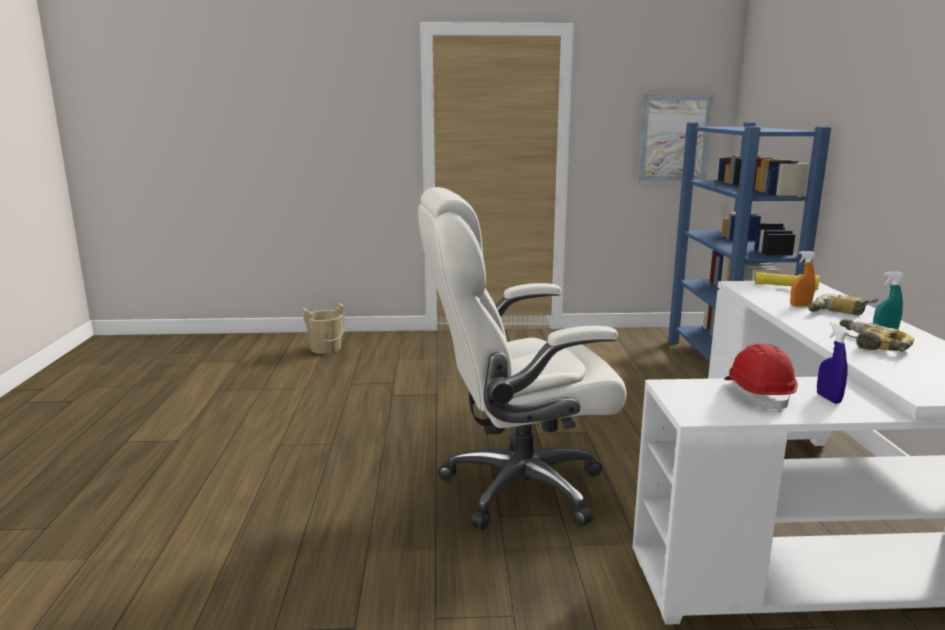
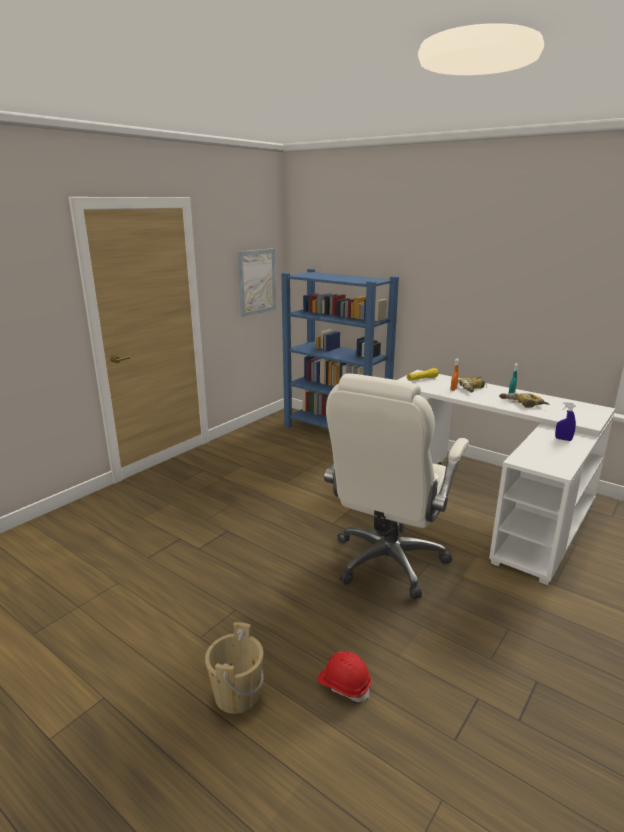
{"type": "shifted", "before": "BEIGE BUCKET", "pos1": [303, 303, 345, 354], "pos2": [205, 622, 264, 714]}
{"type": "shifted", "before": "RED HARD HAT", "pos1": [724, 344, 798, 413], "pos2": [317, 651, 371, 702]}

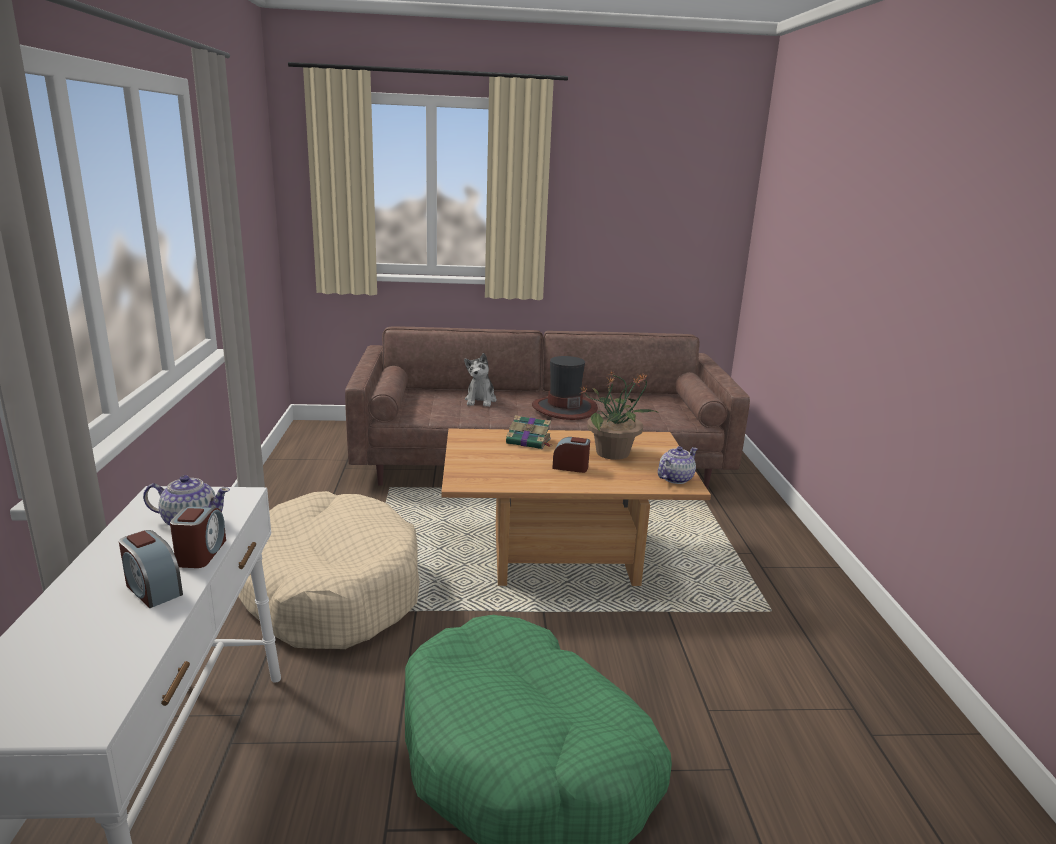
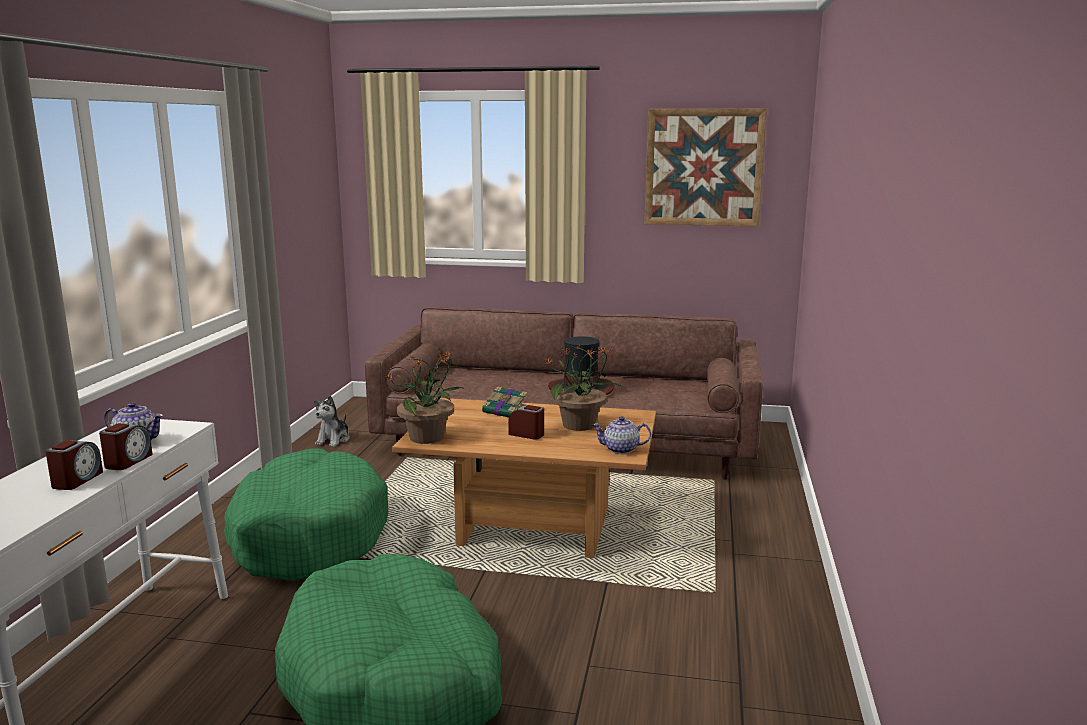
{"type": "new", "after": "POTTED PLANT", "pos2": [385, 350, 465, 444]}
{"type": "new", "after": "PICTURE", "pos2": [645, 108, 767, 227]}
{"type": "shifted", "before": "PLUSH TOY", "pos1": [464, 353, 497, 407], "pos2": [314, 396, 350, 447]}
{"type": "repainted", "before": "BEIGE DOG BED", "after": "GREEN DOG BED", "pos1": [238, 491, 420, 649], "pos2": [224, 448, 389, 581]}
{"type": "rotated", "before": "ALARM CLOCK", "pos1": [119, 530, 183, 608], "pos2": [45, 440, 103, 490], "turn": -135}
{"type": "rotated", "before": "TEAPOT", "pos1": [658, 446, 697, 484], "pos2": [592, 416, 651, 454], "turn": -150}

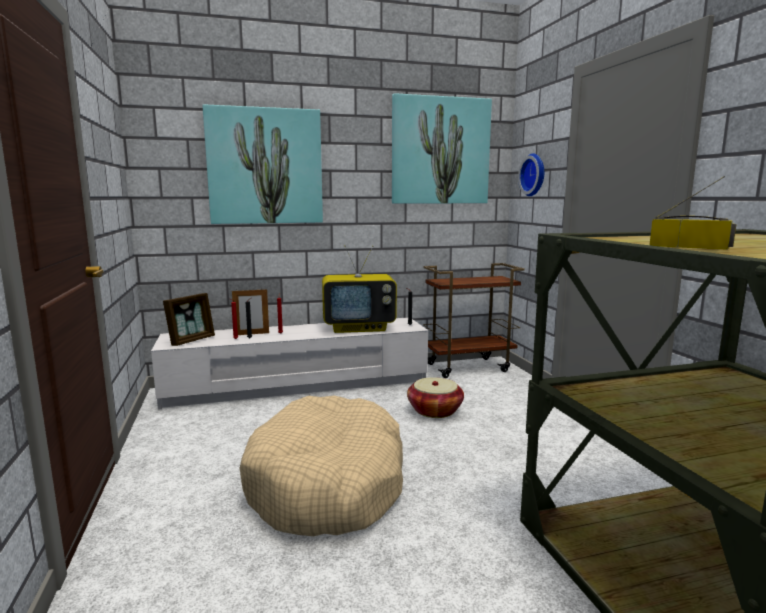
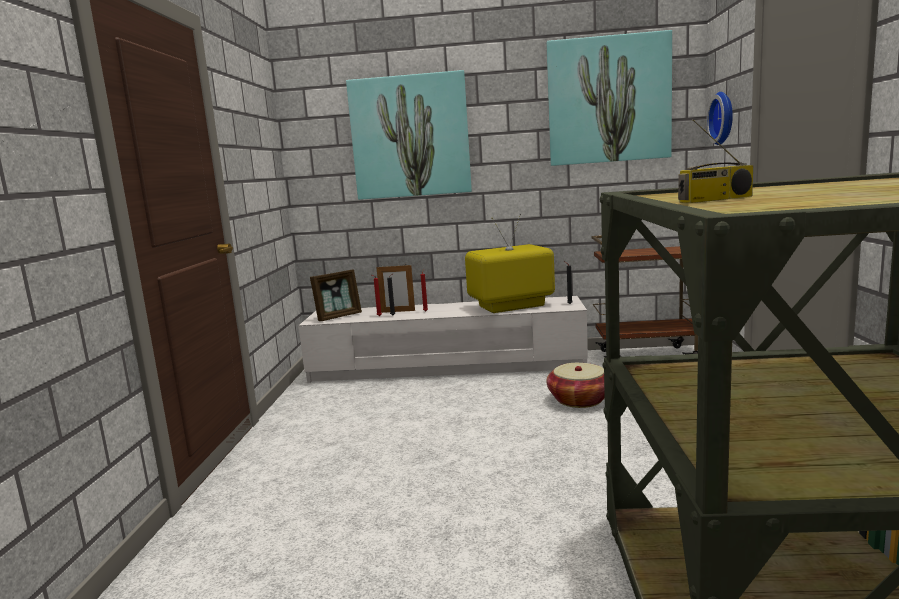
{"type": "gone", "before": "BEIGE DOG BED", "pos1": [240, 396, 403, 536]}
{"type": "rotated", "before": "TELEVISION", "pos1": [322, 245, 397, 333], "pos2": [465, 213, 555, 313], "turn": 150}
{"type": "rotated", "before": "RADIO", "pos1": [650, 176, 736, 250], "pos2": [678, 119, 753, 203], "turn": 105}

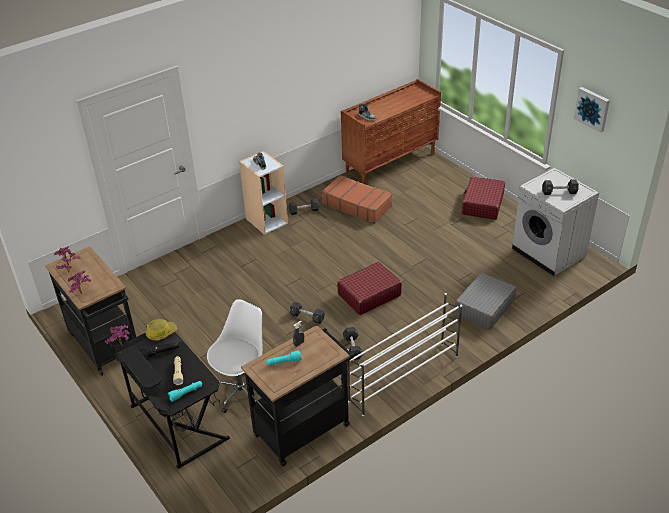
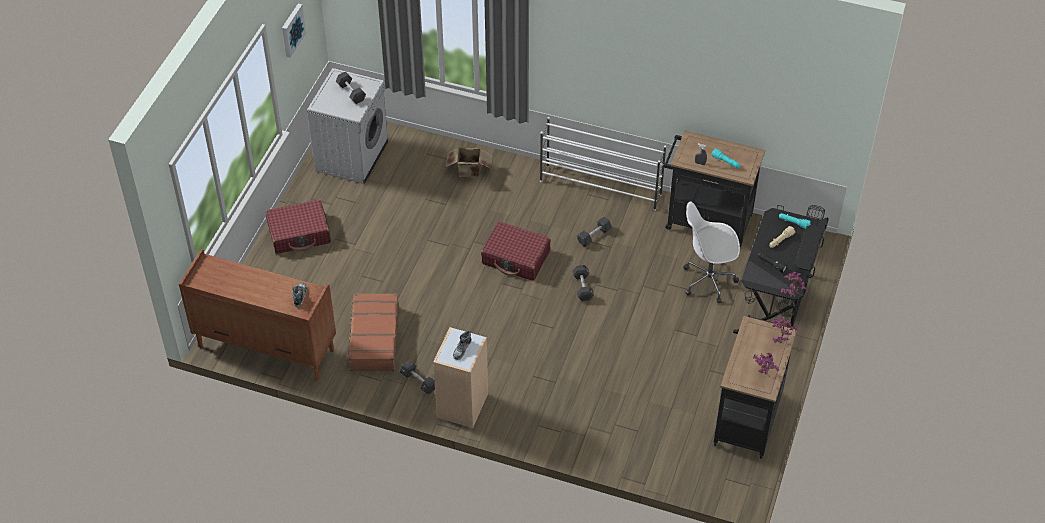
{"type": "gone", "before": "HARD HAT", "pos1": [146, 319, 177, 341]}
{"type": "swapped", "before": "GREY SUITCASE", "after": "CARDBOARD BOX", "pos1": [455, 273, 516, 330], "pos2": [446, 147, 493, 178]}

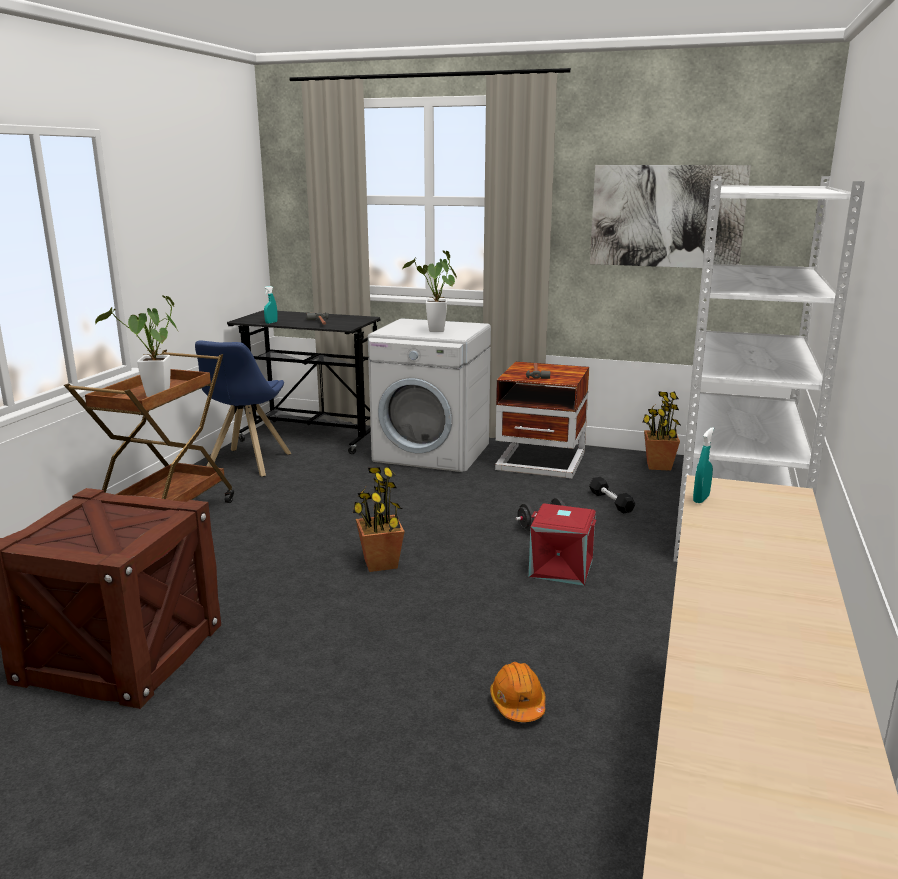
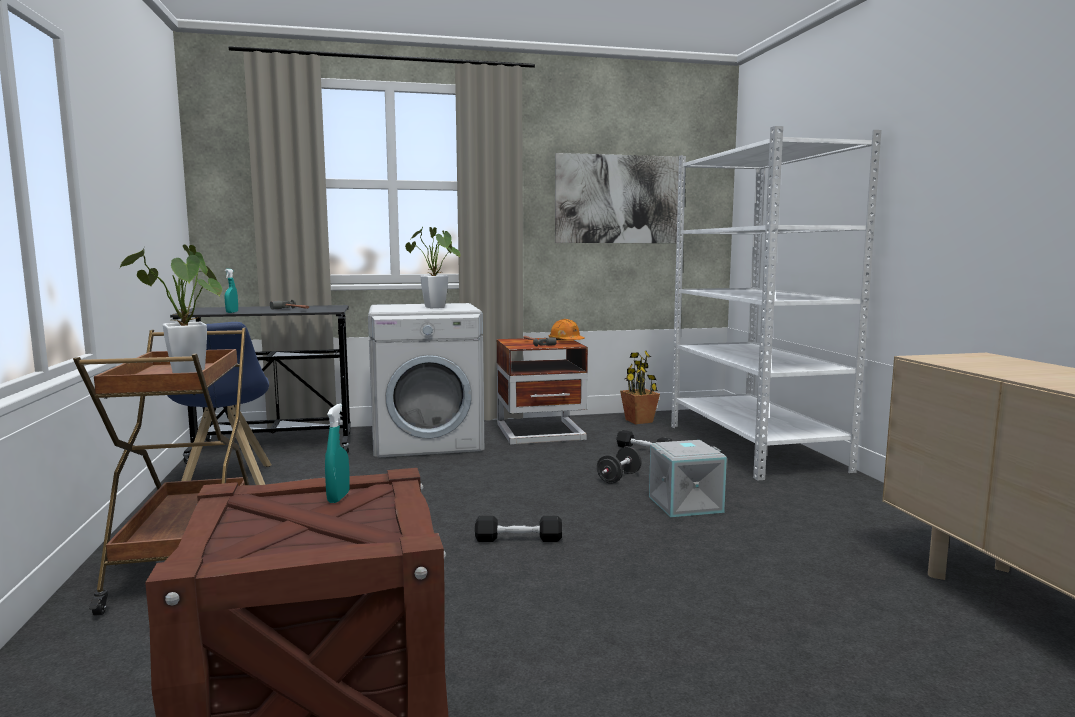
{"type": "shifted", "before": "ORANGE HARD HAT", "pos1": [490, 662, 546, 722], "pos2": [549, 319, 585, 340]}
{"type": "shifted", "before": "TURQUOISE SPRAY BOTTLE", "pos1": [693, 427, 714, 503], "pos2": [325, 404, 350, 503]}
{"type": "swapped", "before": "POTTED PLANT", "after": "BLACK DUMBBELL", "pos1": [353, 466, 405, 572], "pos2": [475, 516, 562, 542]}
{"type": "repainted", "before": "RED STORAGE BOX", "after": "GREY STORAGE BOX", "pos1": [529, 503, 596, 585], "pos2": [649, 440, 727, 517]}

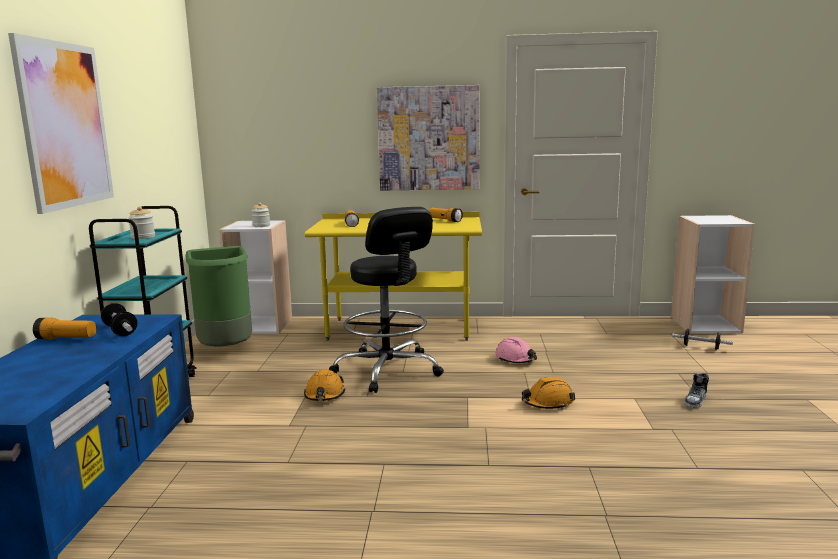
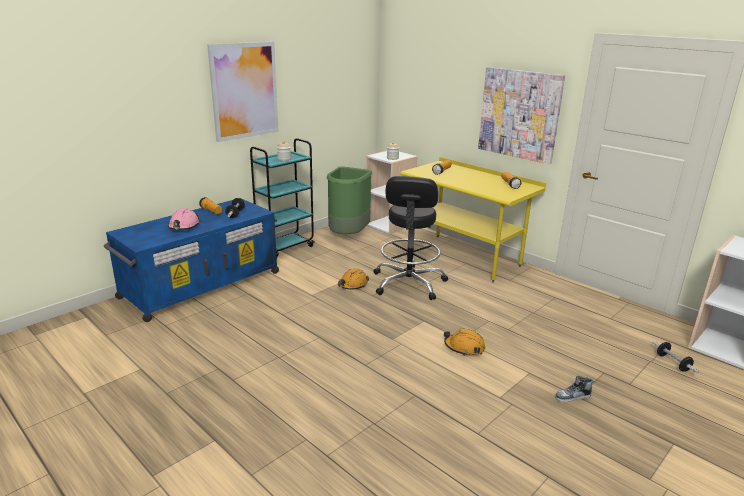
{"type": "shifted", "before": "PINK HARD HAT", "pos1": [495, 337, 537, 363], "pos2": [168, 208, 199, 230]}

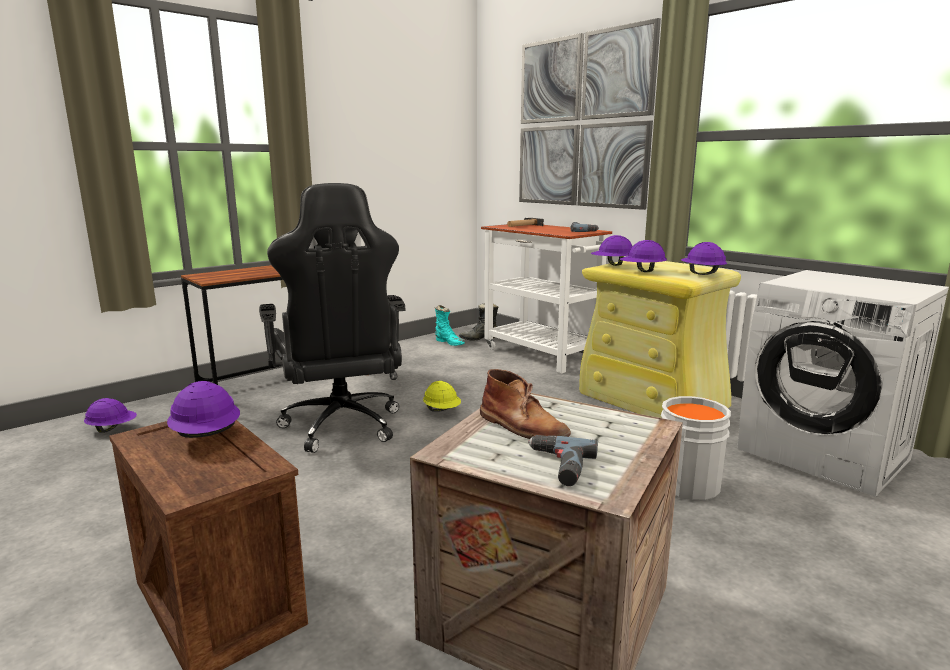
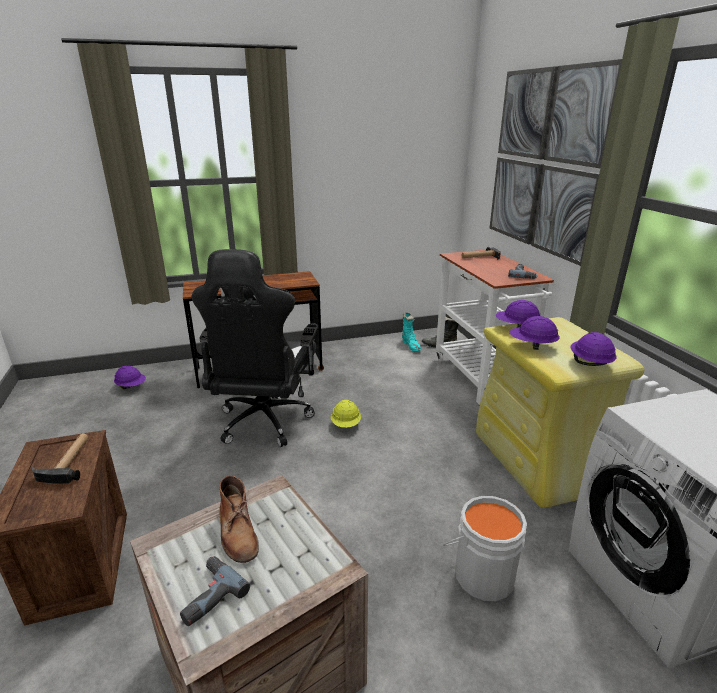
{"type": "swapped", "before": "PURPLE HARD HAT", "after": "HAMMER", "pos1": [167, 381, 240, 438], "pos2": [32, 433, 88, 484]}

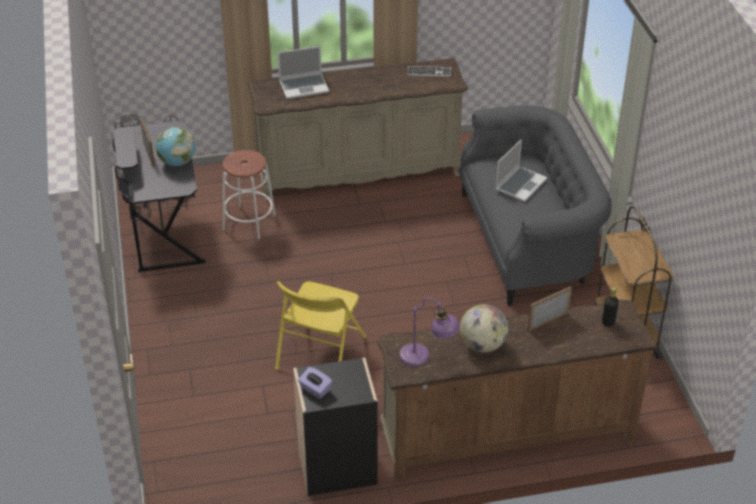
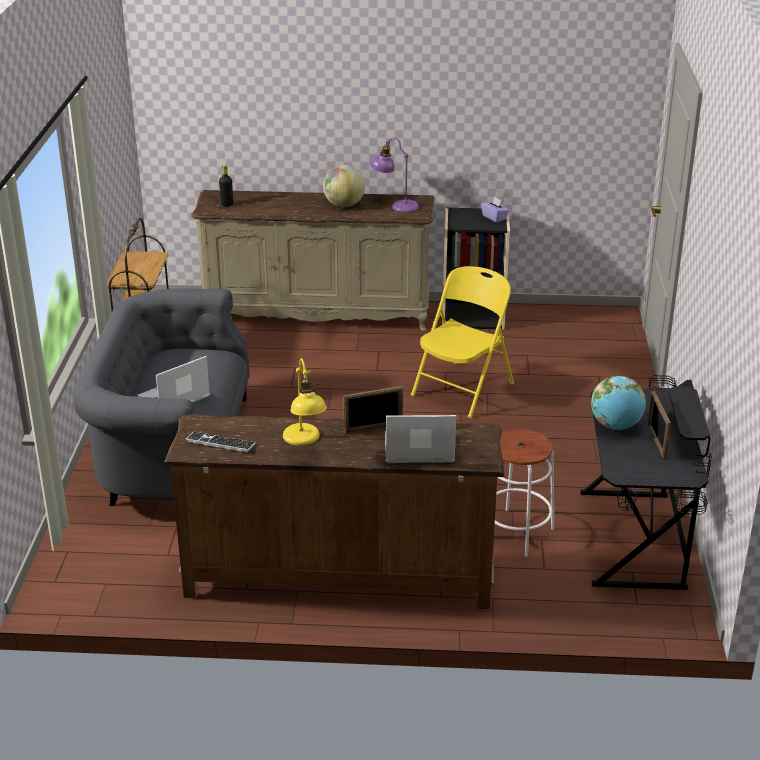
{"type": "new", "after": "YELLOW TABLE LAMP", "pos2": [283, 358, 327, 446]}
{"type": "shifted", "before": "PICTURE FRAME", "pos1": [528, 286, 572, 331], "pos2": [343, 386, 403, 433]}

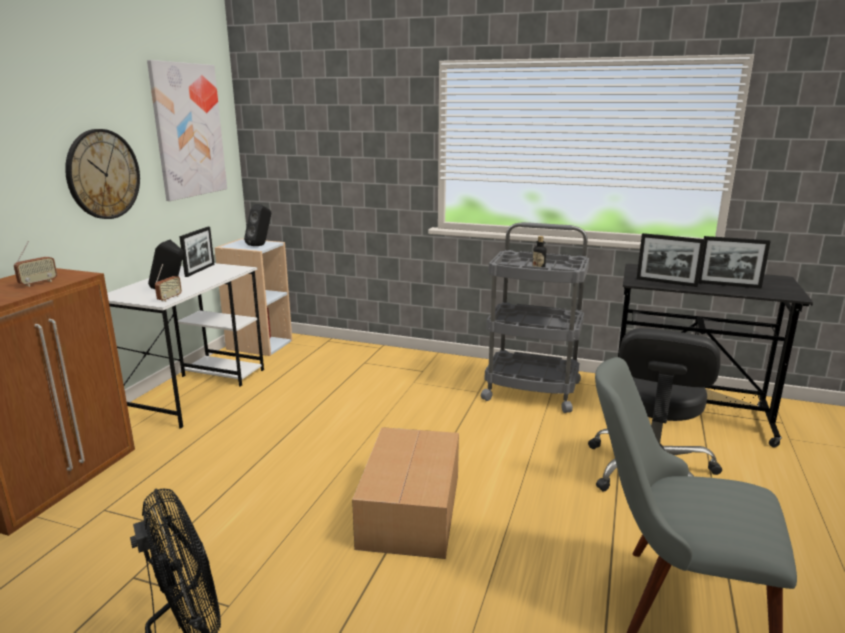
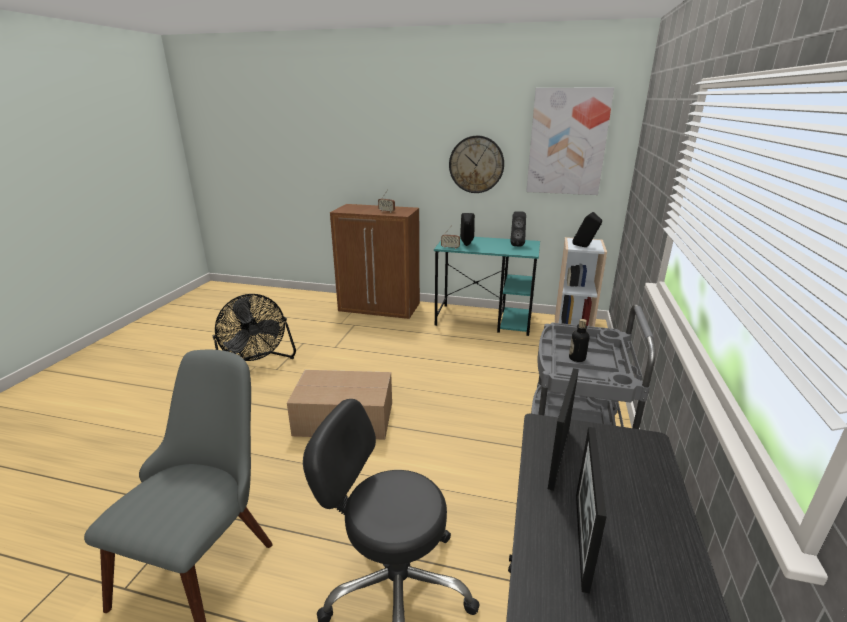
{"type": "swapped", "before": "PICTURE FRAME", "after": "BLACK SPEAKER", "pos1": [179, 227, 214, 277], "pos2": [511, 211, 526, 246]}
{"type": "repainted", "before": "WHITE DESK", "after": "TURQUOISE DESK", "pos1": [107, 263, 264, 429], "pos2": [434, 237, 540, 336]}

